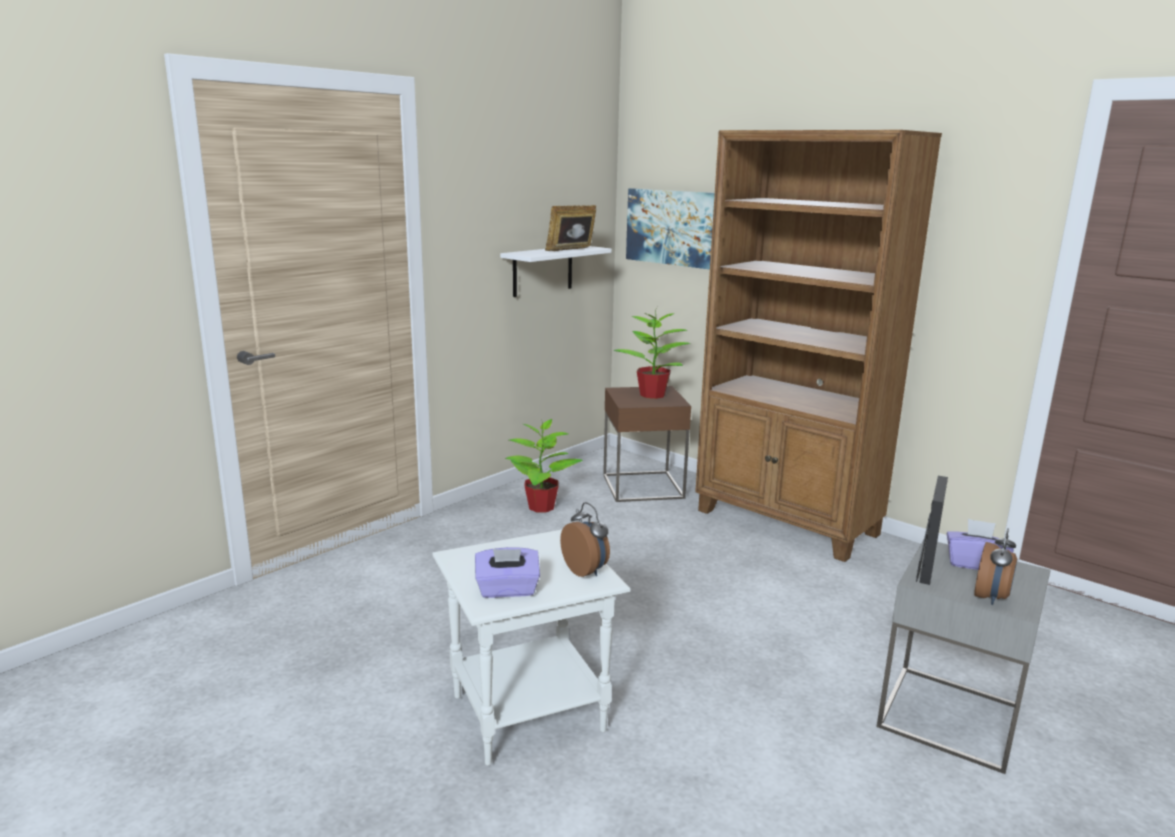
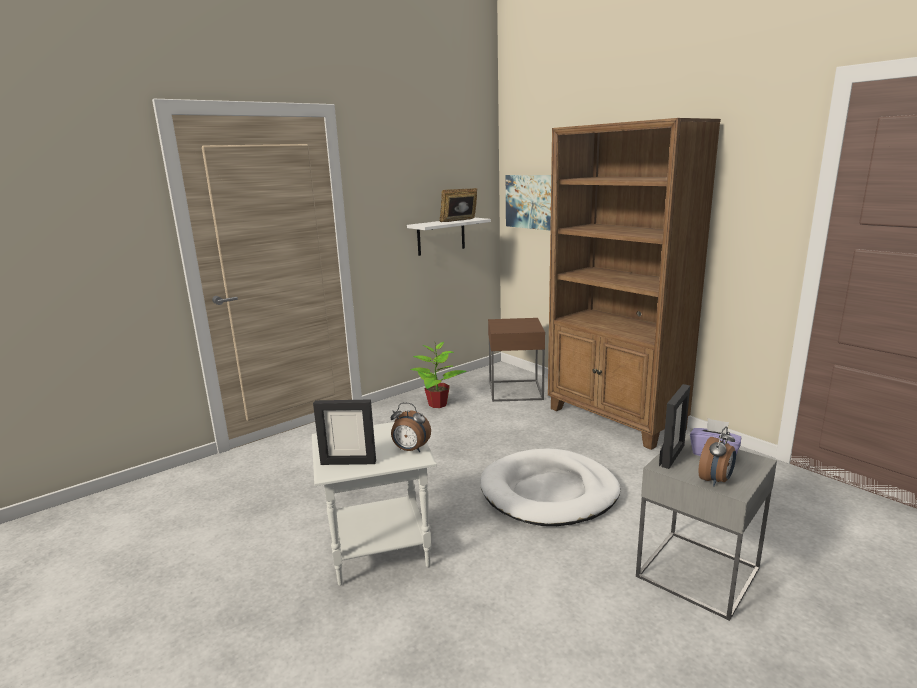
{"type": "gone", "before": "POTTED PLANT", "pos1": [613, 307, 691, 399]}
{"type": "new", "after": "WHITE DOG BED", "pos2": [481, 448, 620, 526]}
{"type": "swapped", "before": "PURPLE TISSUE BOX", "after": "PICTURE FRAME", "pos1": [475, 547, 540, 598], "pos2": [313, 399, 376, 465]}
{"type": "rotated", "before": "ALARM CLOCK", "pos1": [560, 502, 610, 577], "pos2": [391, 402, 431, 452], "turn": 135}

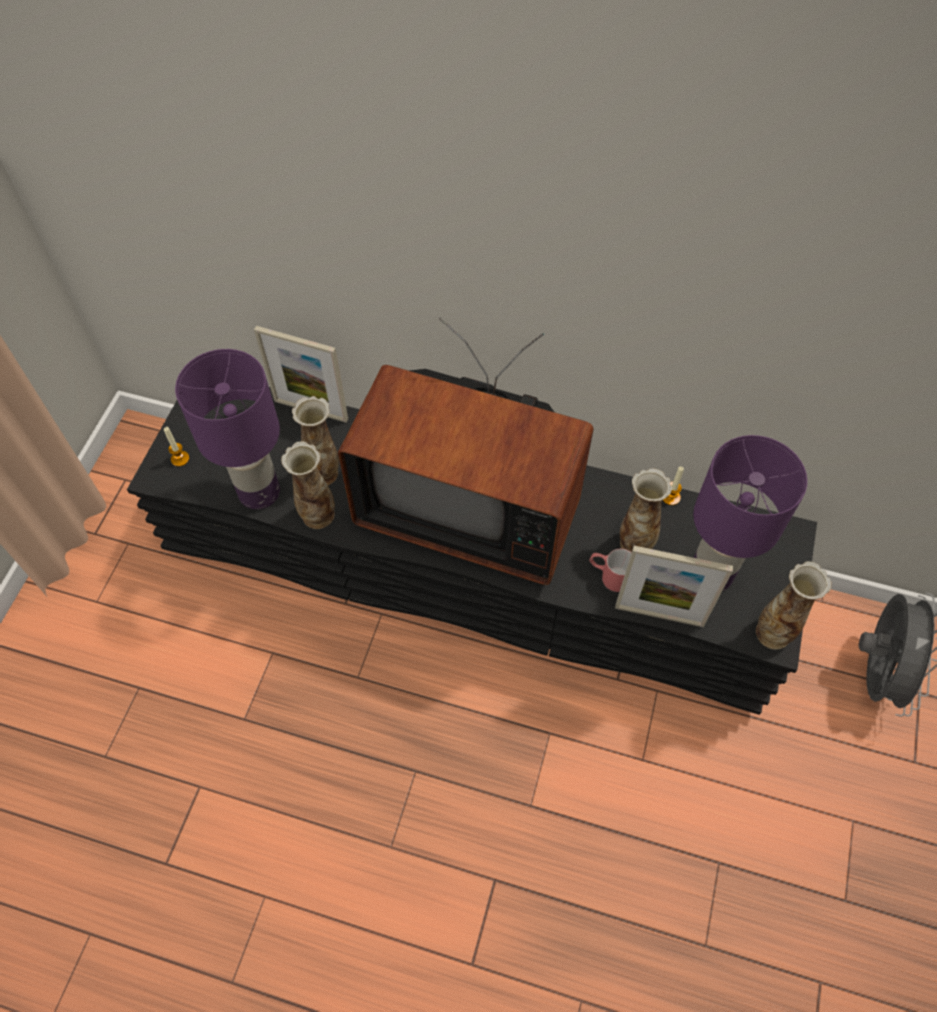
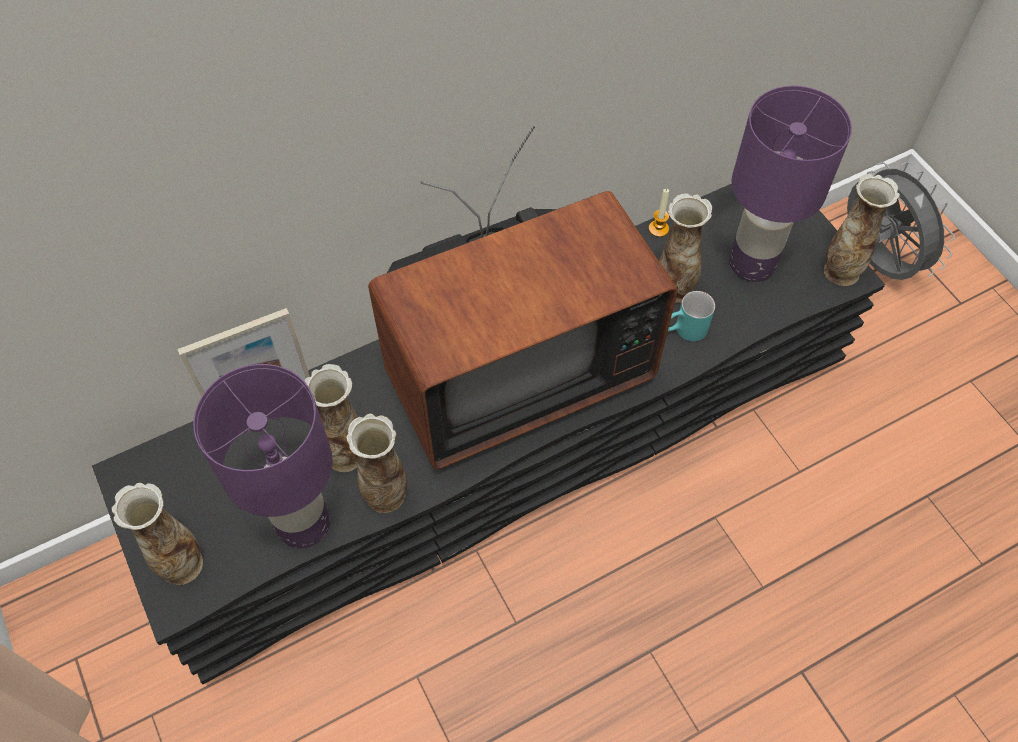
{"type": "gone", "before": "PICTURE FRAME", "pos1": [615, 546, 733, 627]}
{"type": "swapped", "before": "CANDLE", "after": "VASE", "pos1": [164, 427, 189, 467], "pos2": [111, 483, 203, 585]}
{"type": "repainted", "before": "RED MUG", "after": "TURQUOISE MUG", "pos1": [589, 549, 632, 592], "pos2": [668, 291, 715, 341]}

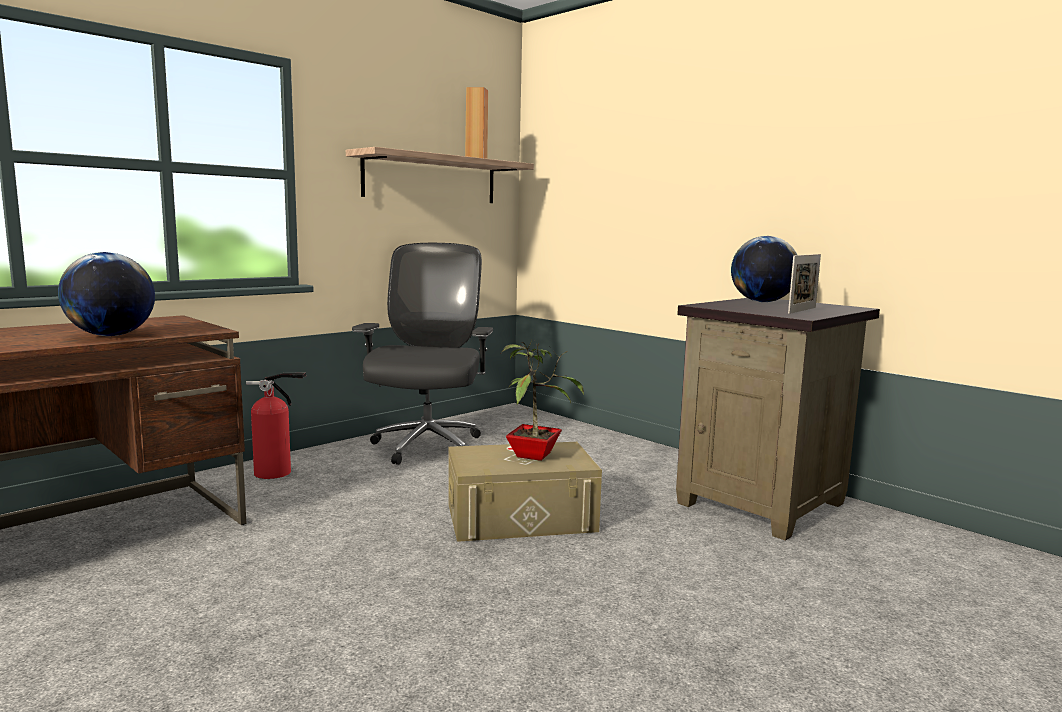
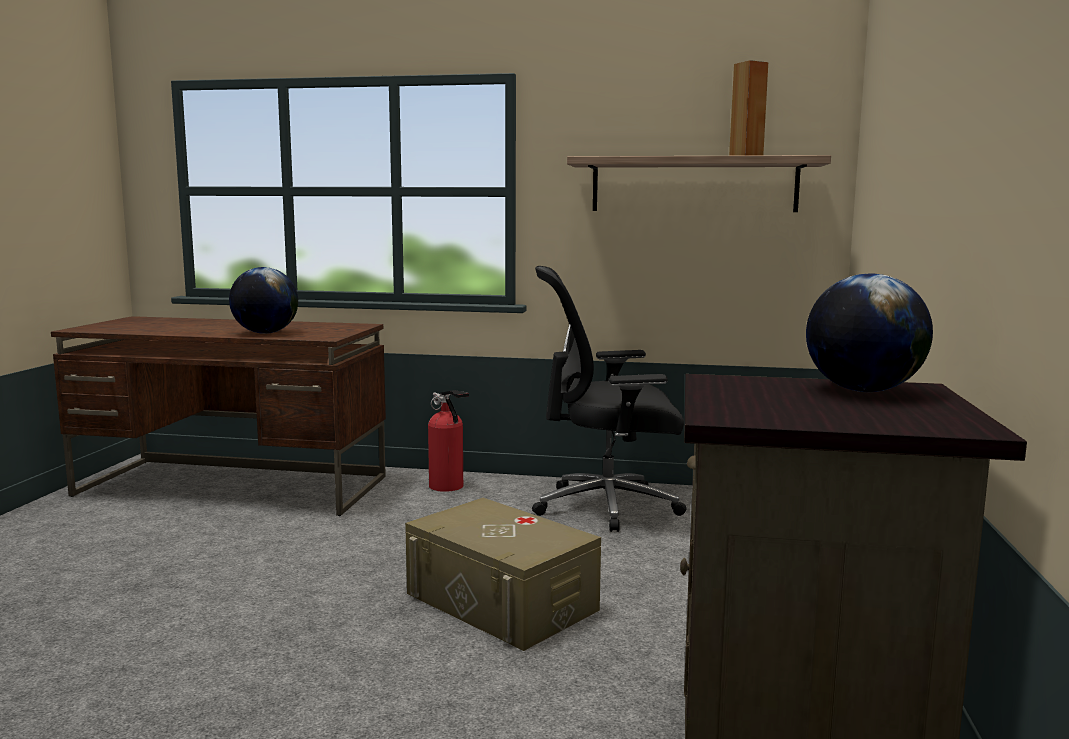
{"type": "gone", "before": "POTTED PLANT", "pos1": [501, 339, 584, 461]}
{"type": "gone", "before": "PICTURE FRAME", "pos1": [788, 254, 821, 314]}
{"type": "rotated", "before": "OFFICE CHAIR", "pos1": [352, 243, 493, 465], "pos2": [532, 266, 686, 532], "turn": -150}

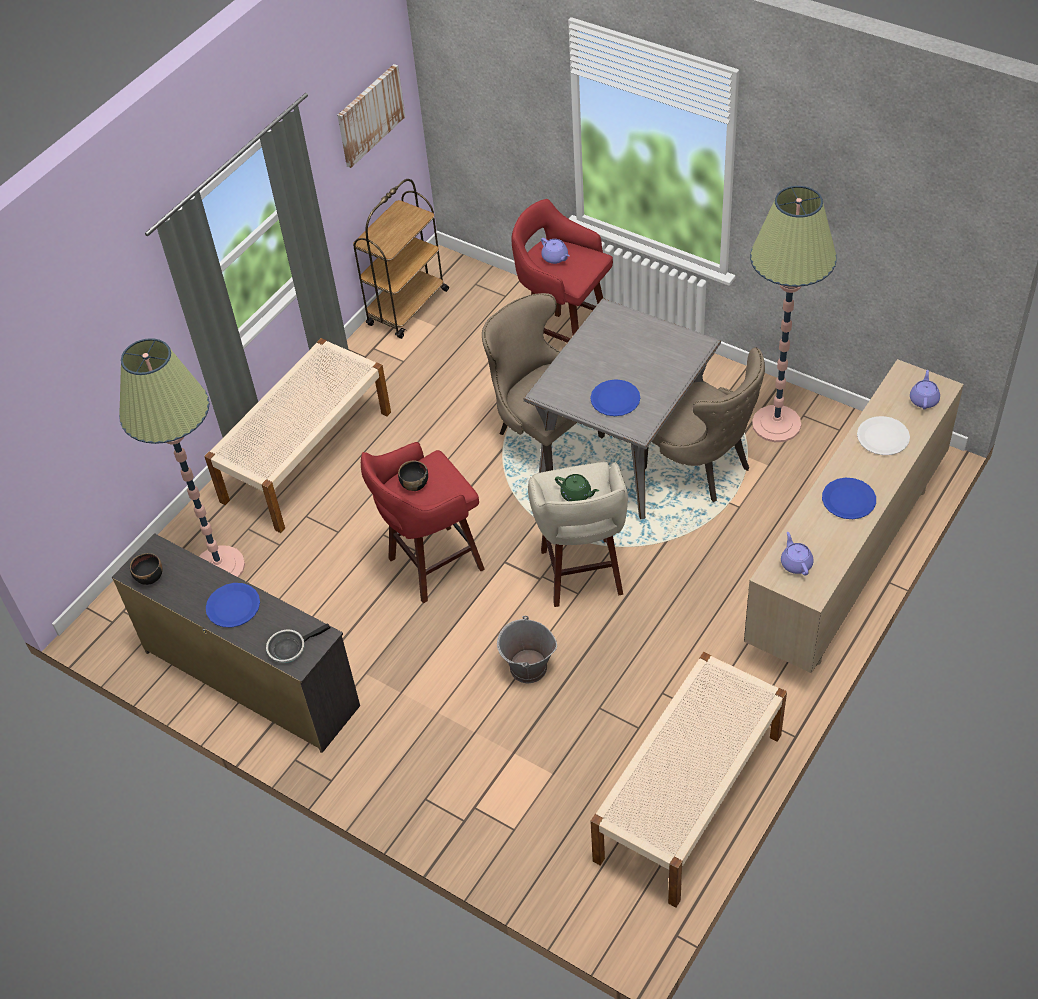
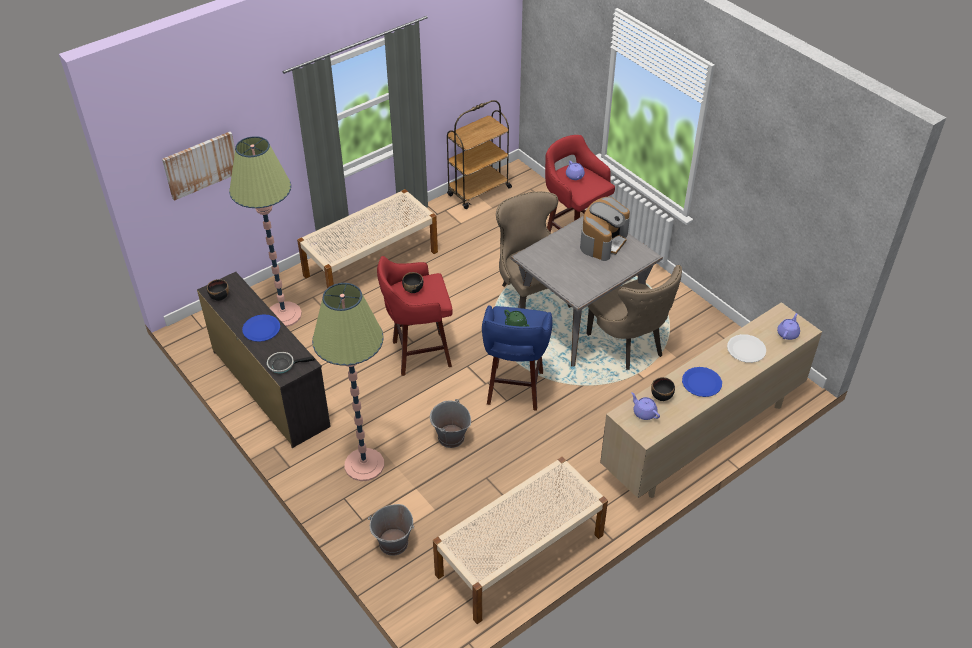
{"type": "gone", "before": "BLUE PLATE", "pos1": [590, 379, 640, 416]}
{"type": "new", "after": "GREY BUCKET", "pos2": [368, 504, 414, 556]}
{"type": "new", "after": "COFFEE MACHINE", "pos2": [580, 197, 630, 261]}
{"type": "new", "after": "BLACK BOWL", "pos2": [651, 377, 675, 401]}
{"type": "shifted", "before": "PICTURE", "pos1": [337, 64, 405, 168], "pos2": [162, 132, 235, 201]}
{"type": "shifted", "before": "FLOOR LAMP", "pos1": [750, 186, 837, 442], "pos2": [312, 283, 384, 481]}
{"type": "repainted", "before": "BEIGE STOOL", "after": "BLUE STOOL", "pos1": [528, 462, 628, 607], "pos2": [482, 305, 553, 411]}
{"type": "rotated", "before": "PURPLE TEAPOT", "pos1": [781, 532, 813, 576], "pos2": [631, 392, 660, 420], "turn": -45}

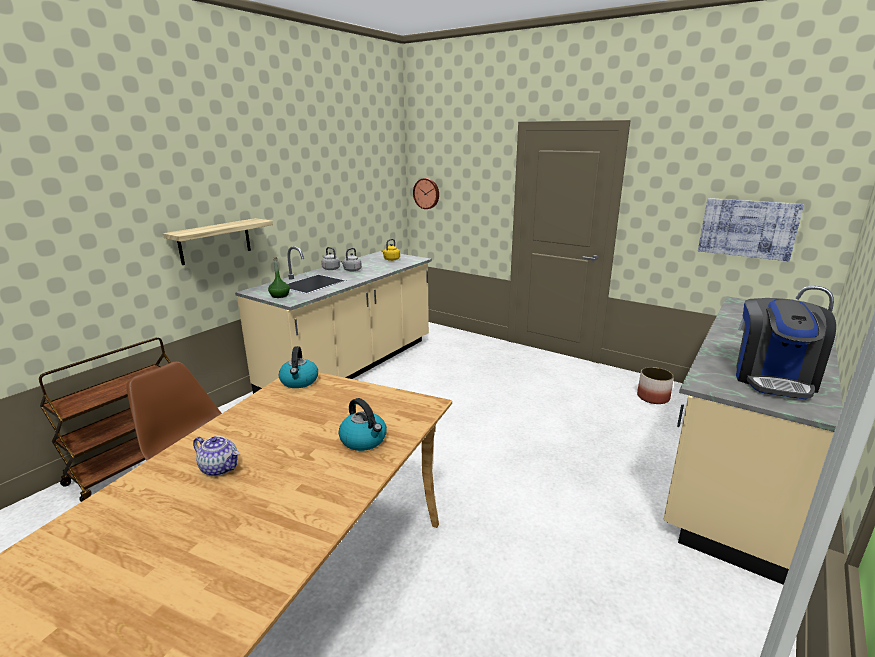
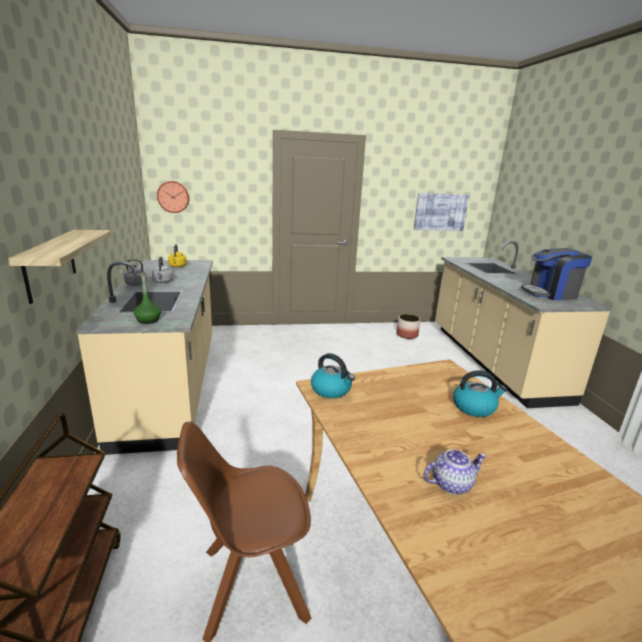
{"type": "rotated", "before": "COFFEE MACHINE", "pos1": [736, 298, 836, 400], "pos2": [521, 248, 592, 300], "turn": 105}

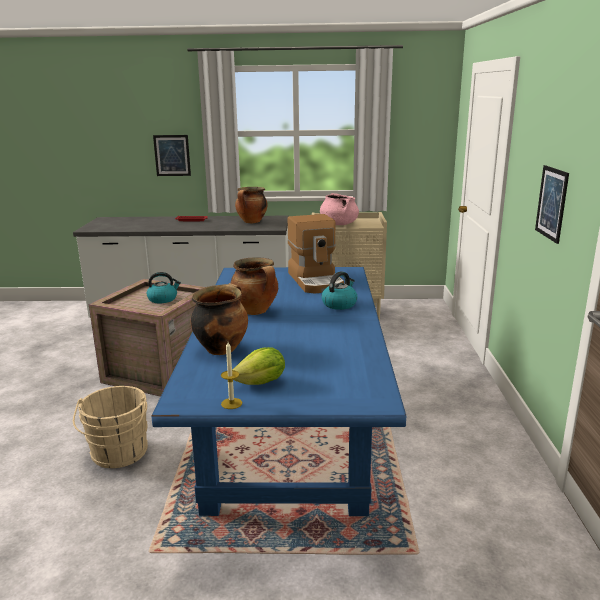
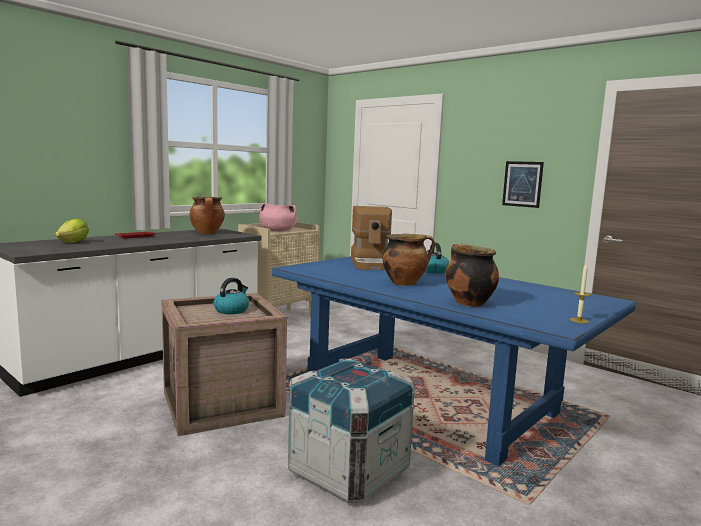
{"type": "gone", "before": "PICTURE", "pos1": [153, 135, 191, 176]}
{"type": "shifted", "before": "LETTUCE", "pos1": [232, 347, 285, 385], "pos2": [55, 219, 89, 243]}
{"type": "swapped", "before": "BEIGE BUCKET", "after": "CRATE", "pos1": [73, 386, 148, 468], "pos2": [288, 359, 415, 503]}
{"type": "rotated", "before": "COFFEE MACHINE", "pos1": [287, 214, 344, 294], "pos2": [351, 206, 392, 270], "turn": 60}

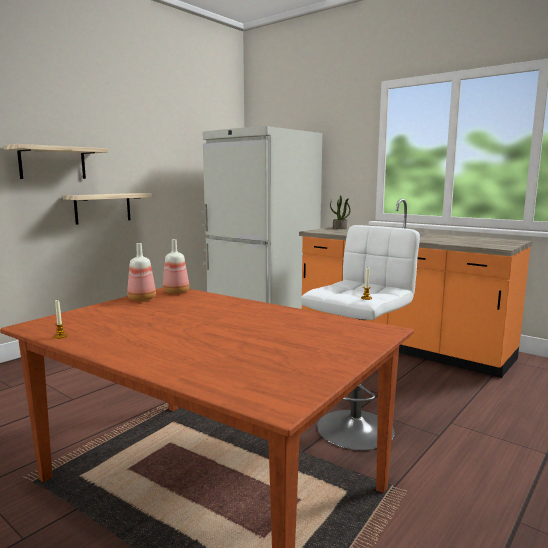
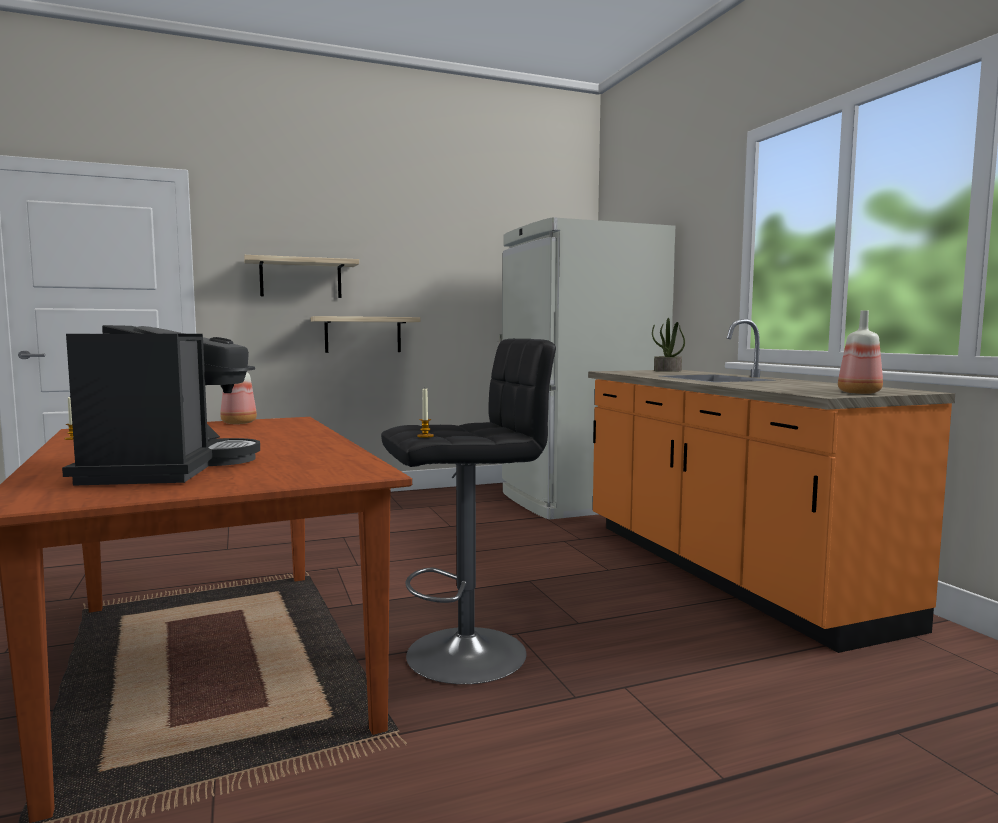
{"type": "new", "after": "COFFEE MACHINE", "pos2": [62, 325, 260, 486]}
{"type": "shifted", "before": "BOTTLE", "pos1": [163, 239, 189, 294], "pos2": [838, 310, 883, 394]}
{"type": "repainted", "before": "WHITE STOOL", "after": "BLACK STOOL", "pos1": [301, 225, 420, 450], "pos2": [381, 339, 556, 684]}

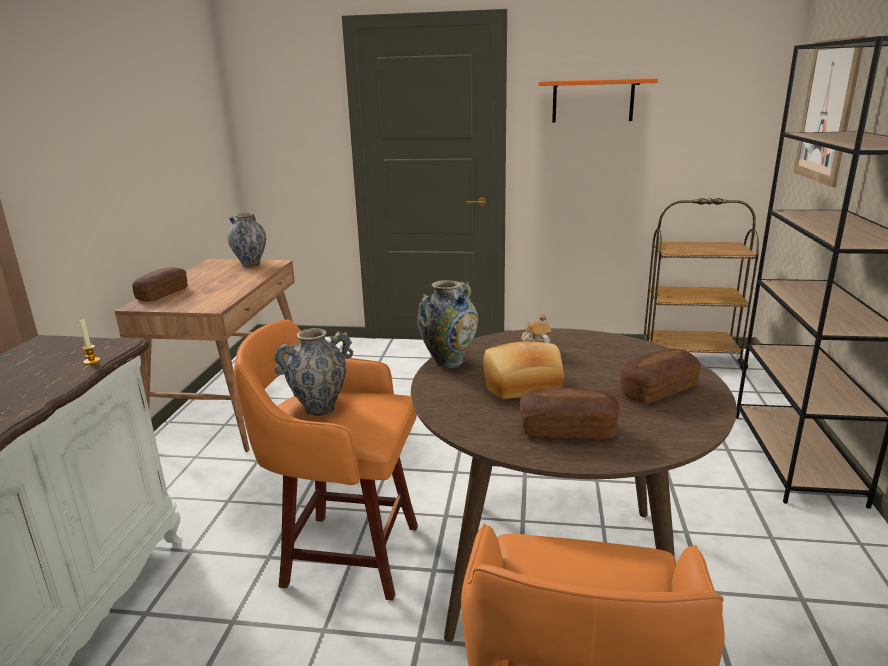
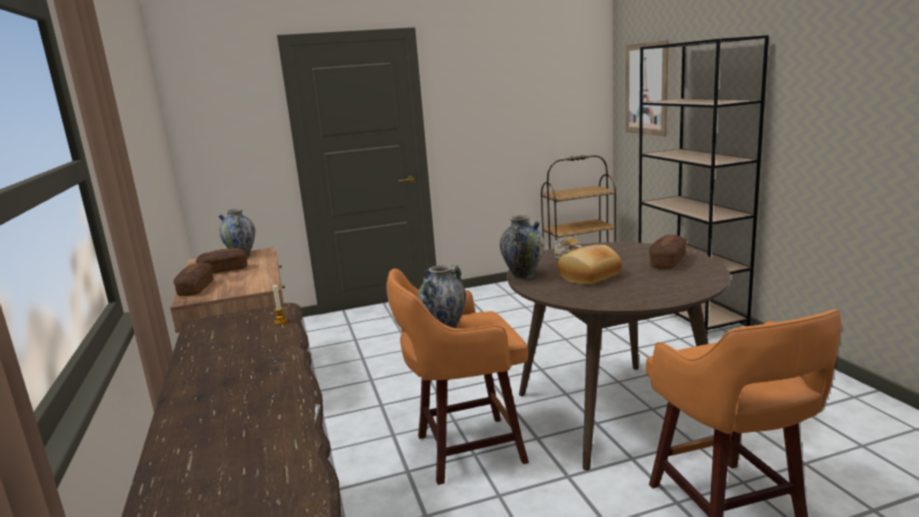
{"type": "gone", "before": "ORANGE SHELF", "pos1": [539, 78, 658, 122]}
{"type": "shifted", "before": "BREAD", "pos1": [520, 388, 620, 439], "pos2": [196, 248, 247, 273]}

